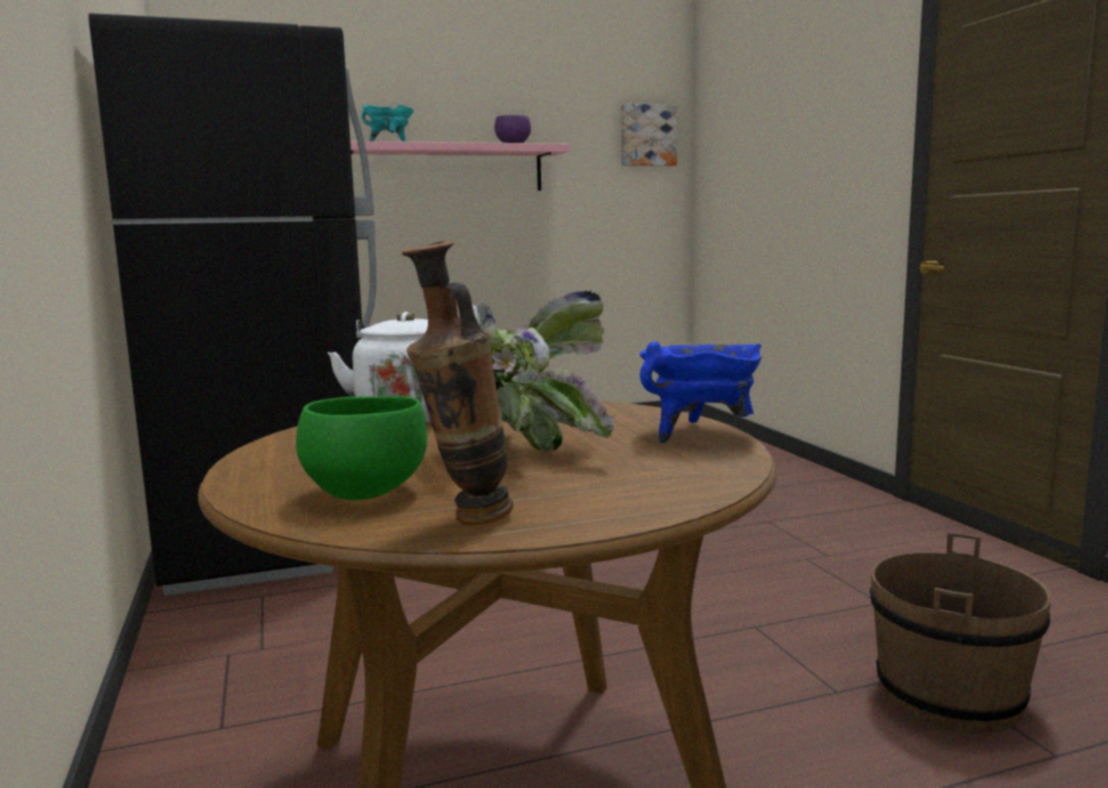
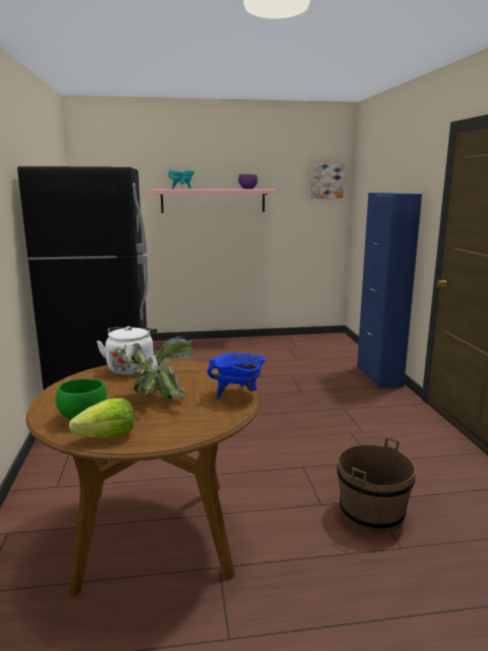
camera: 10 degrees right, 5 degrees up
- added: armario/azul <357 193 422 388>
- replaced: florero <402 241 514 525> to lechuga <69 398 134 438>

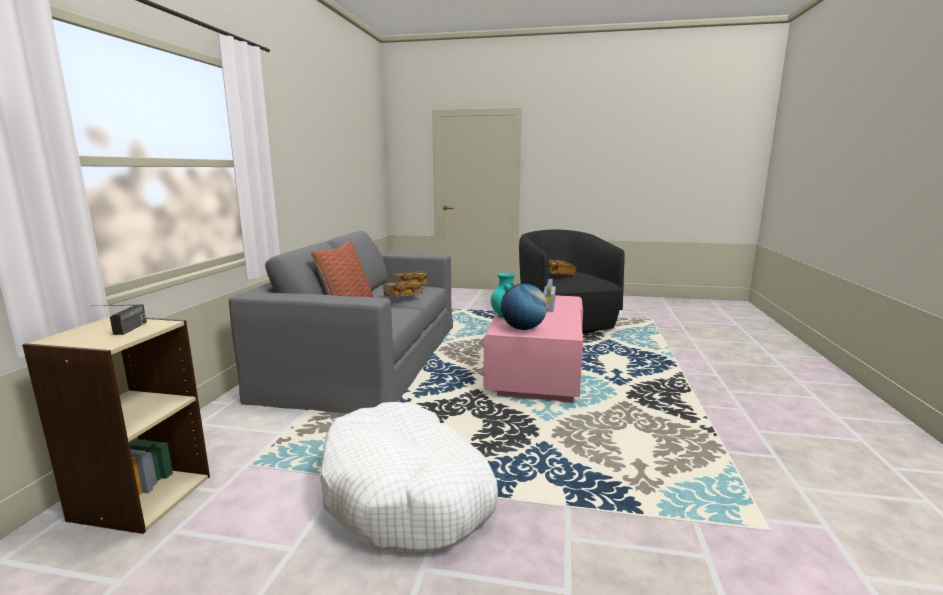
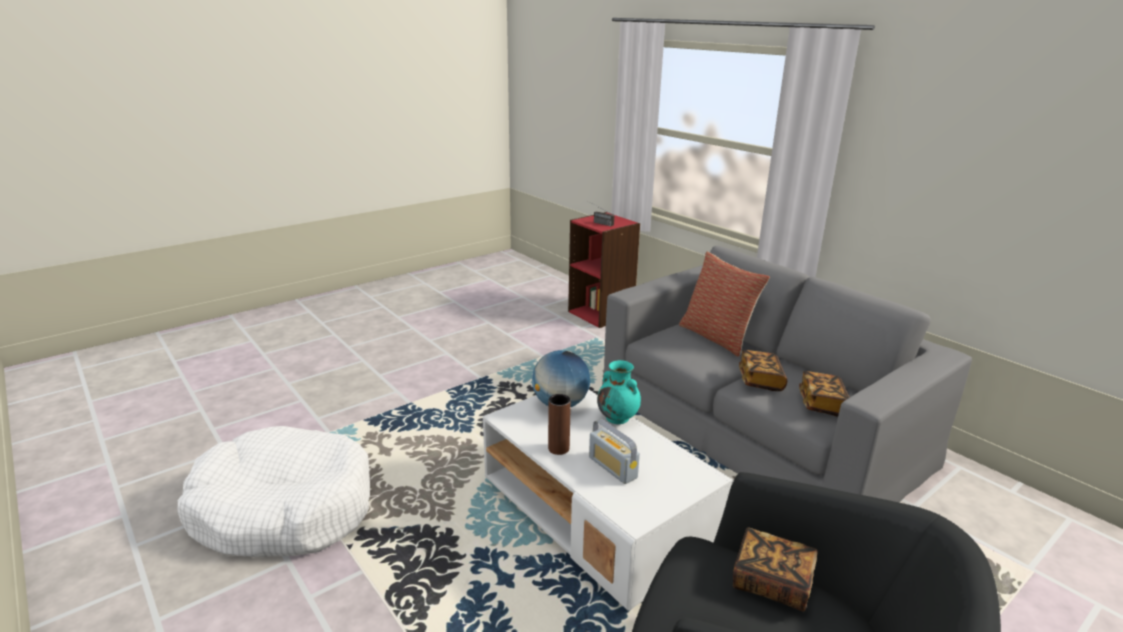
camera: 130 degrees right, 10 degrees up
- added: florero/marrón <548 394 571 455>
- moved: cama para perro/blanco <320 402 498 552> to <177 426 370 558>
- recoloured: estantería/beis <22 317 210 534> to estantería/rojo <568 212 640 328>
- recoloured: mesa de centro/rosa <483 295 583 402> to mesa de centro/blanco <483 390 734 611>

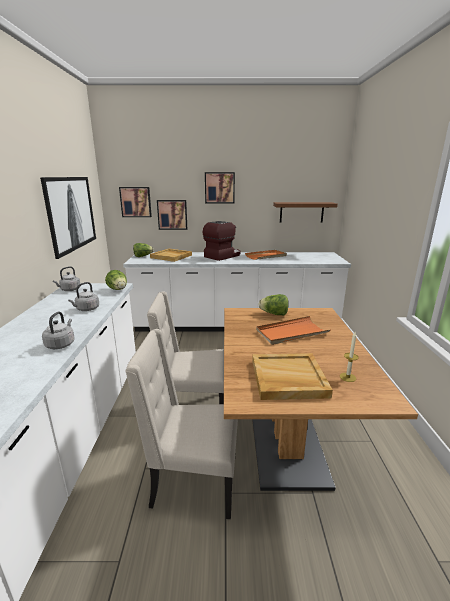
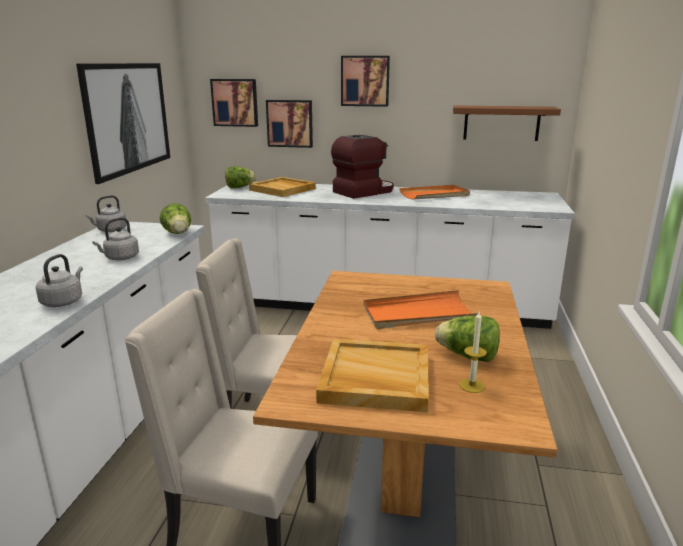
camera: 10 degrees right, 0 degrees up
- moved: lechuga <258 294 289 315> to <435 316 500 362>

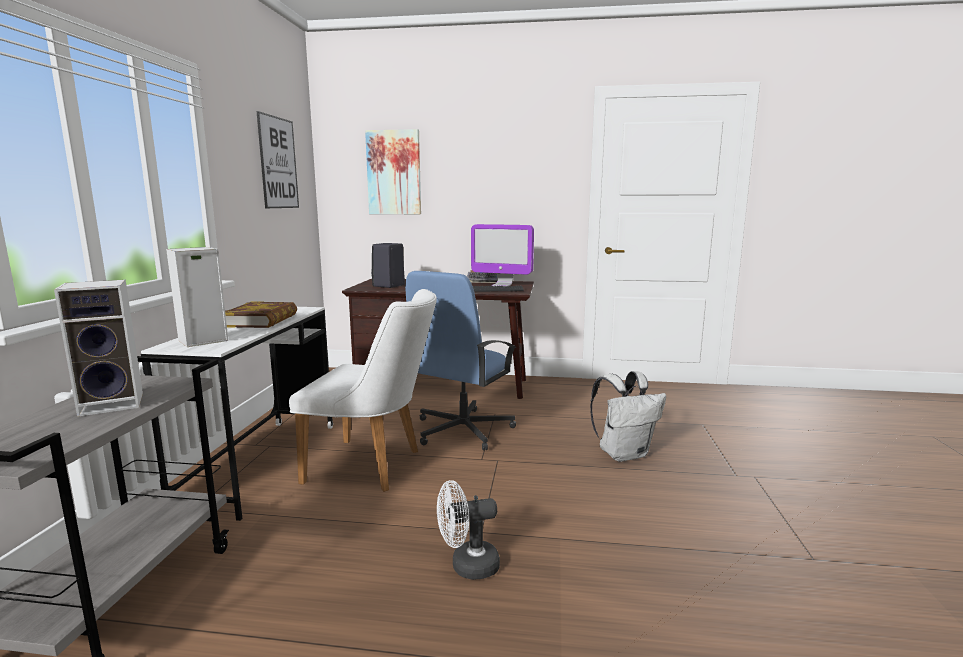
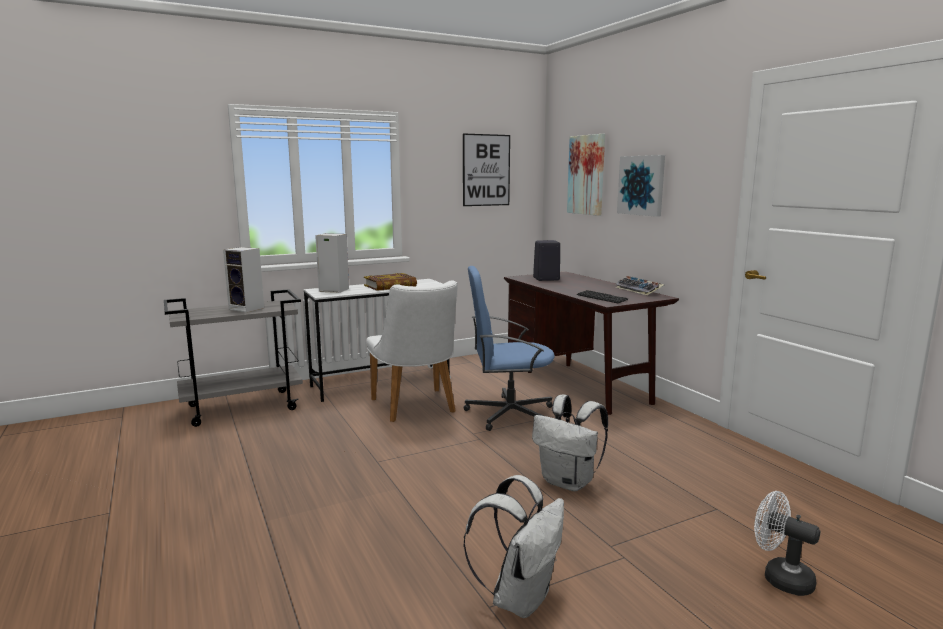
camera: 55 degrees right, 0 degrees up
- removed: monitor <471 224 534 286>
- added: mochila/blanco <463 475 564 618>
- added: cuadro <617 155 665 217>
- moved: ventilador/blanco <437 480 500 580> to <754 491 820 596>

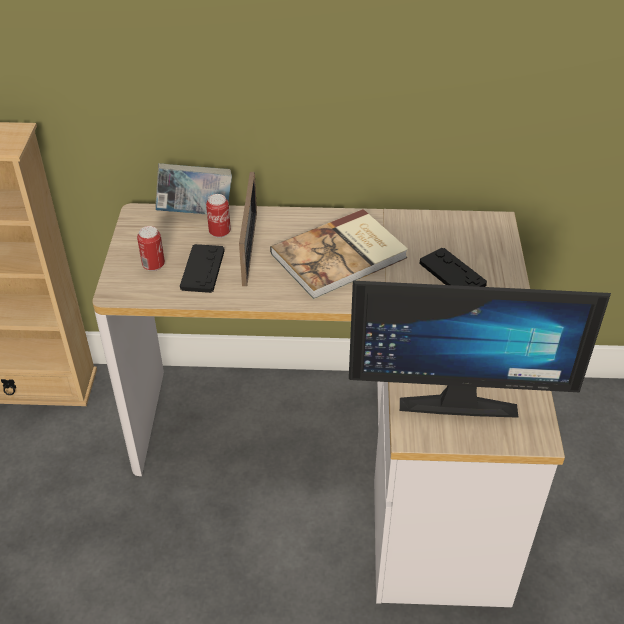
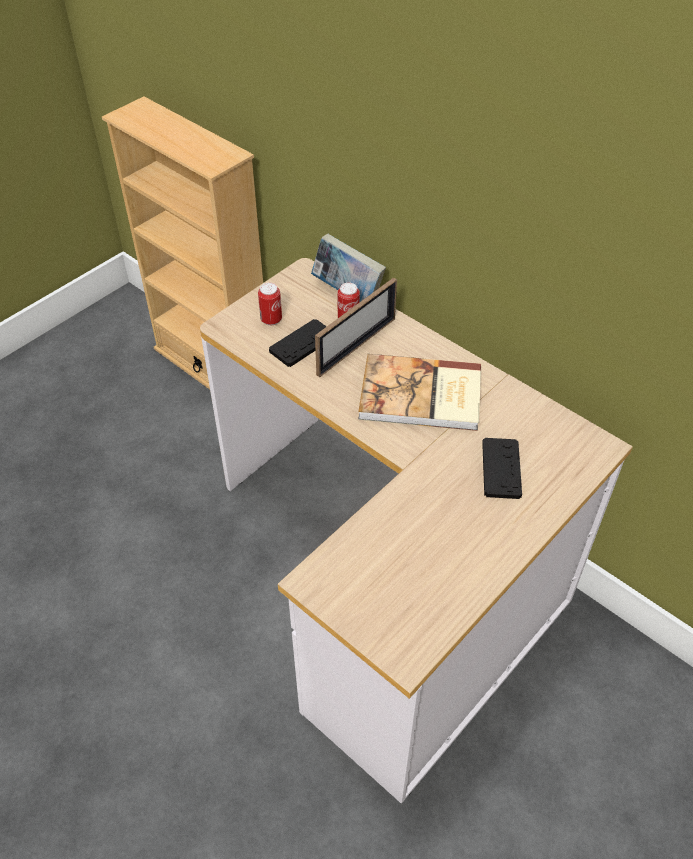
camera: 40 degrees right, 5 degrees up
- removed: monitor <349 281 611 418>

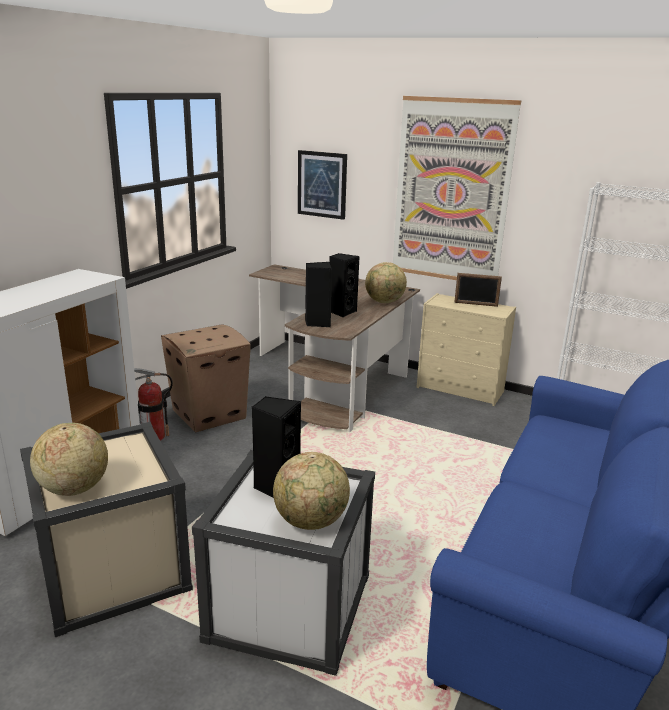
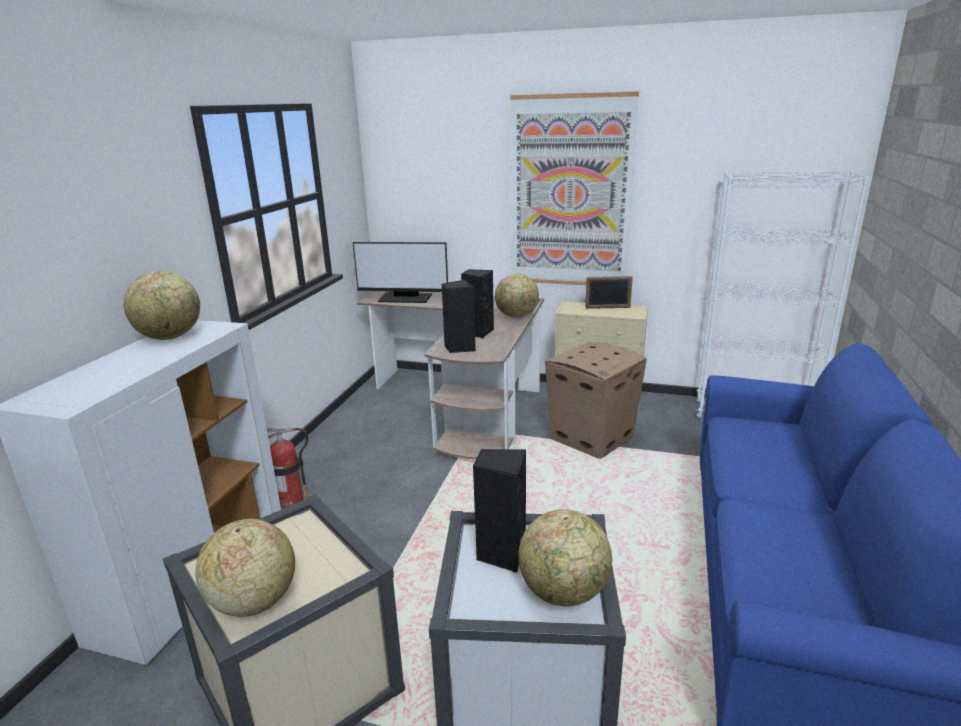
camera: 10 degrees left, 0 degrees up
- removed: cuadro <298 150 347 220>
- added: globo terráqueo <124 271 200 340>
- added: monitor <353 242 448 303>
- moved: caja de cartón <161 325 251 432> to <545 342 647 459>

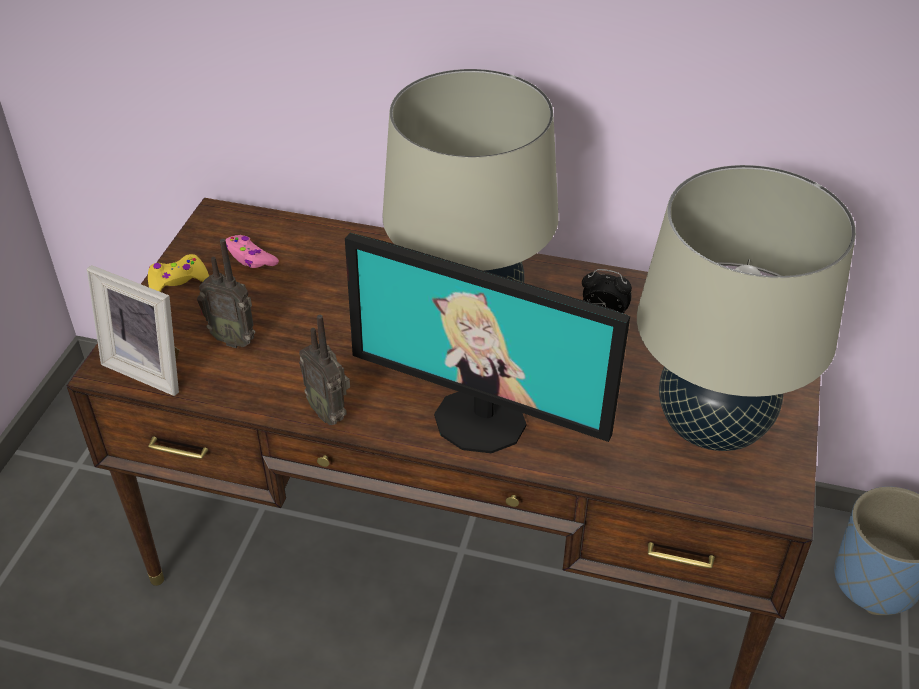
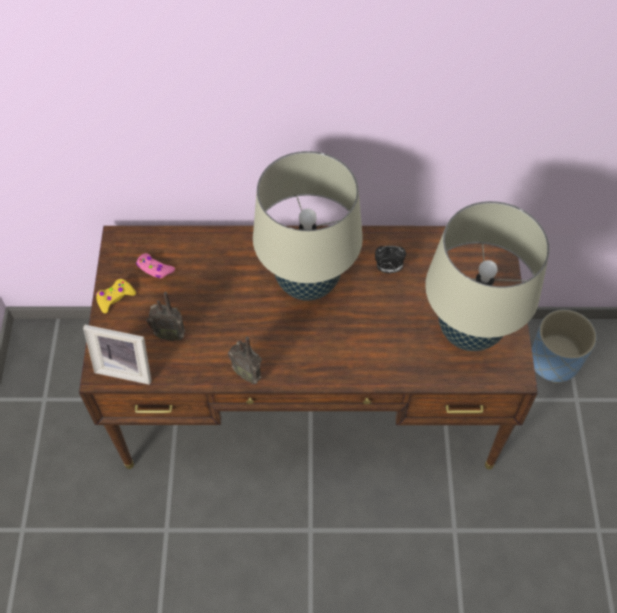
camera: 15 degrees left, 15 degrees up
- removed: monitor <345 233 630 453>

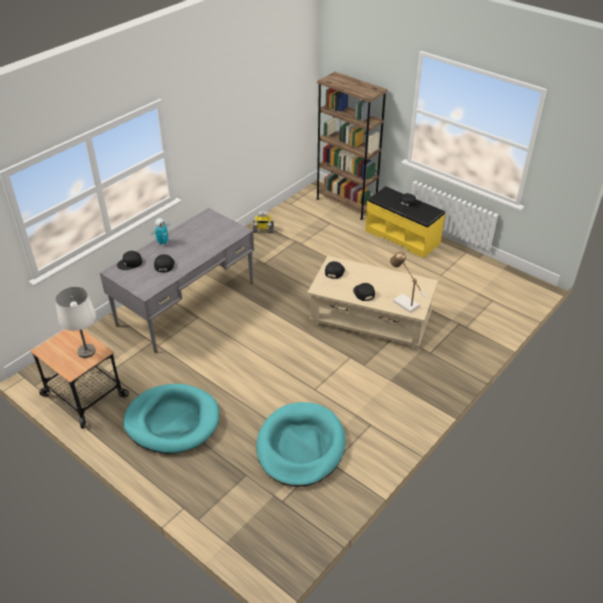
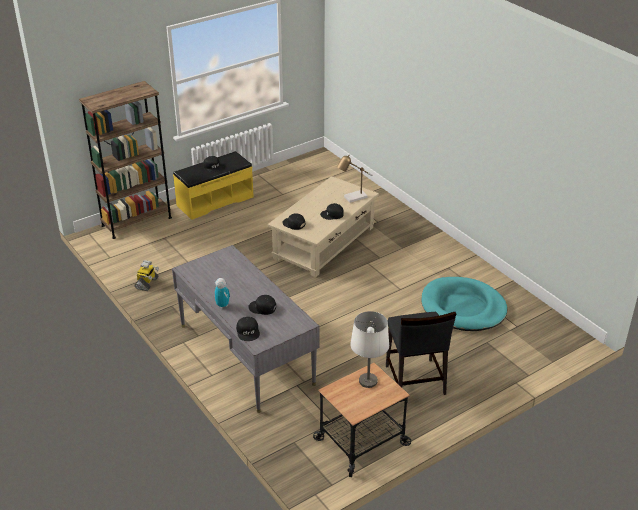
camera: 75 degrees left, 5 degrees down
- replaced: cama para perro/turquesa <123 384 219 454> to silla/negro <386 312 456 395>

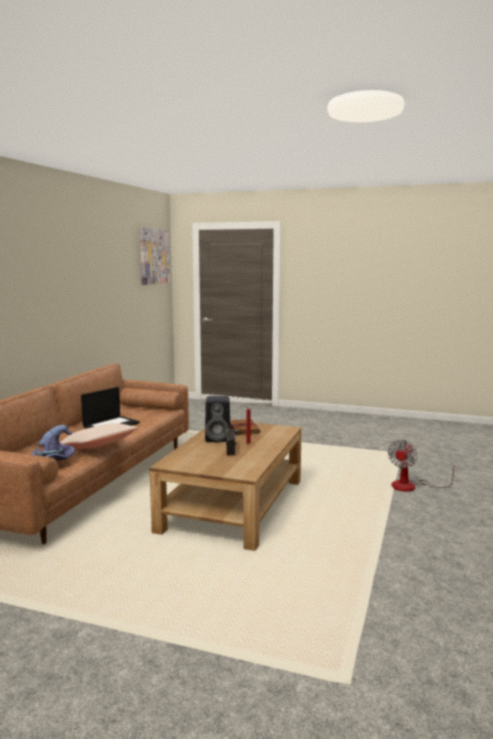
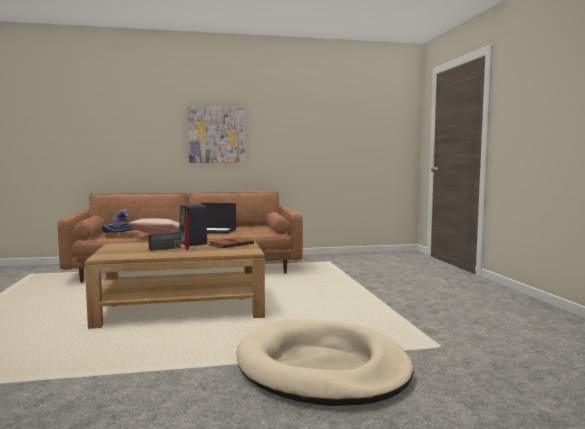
camera: 60 degrees right, 5 degrees down
- moved: cuadro <140 227 170 285> to <188 106 245 163>
- replaced: ventilador <388 440 458 492> to cama para perro/beis <236 319 414 406>

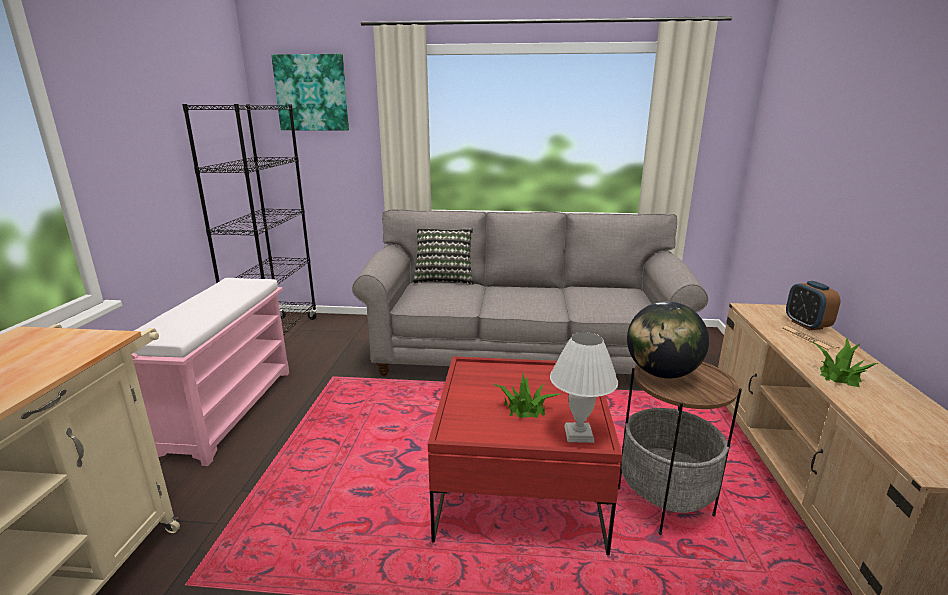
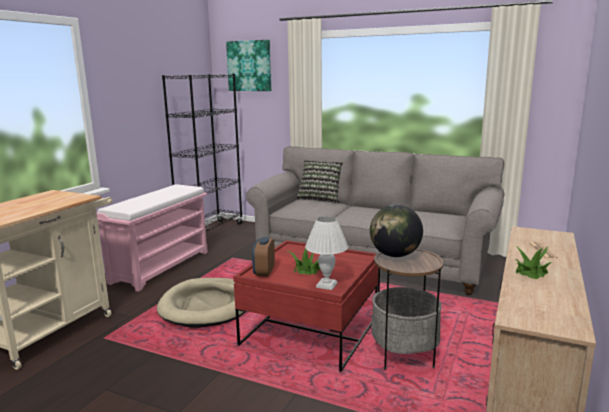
camera: 20 degrees right, 5 degrees down
- added: cama para perro/beis <157 278 245 328>
- moved: despertador <786 281 840 330> to <252 237 275 276>

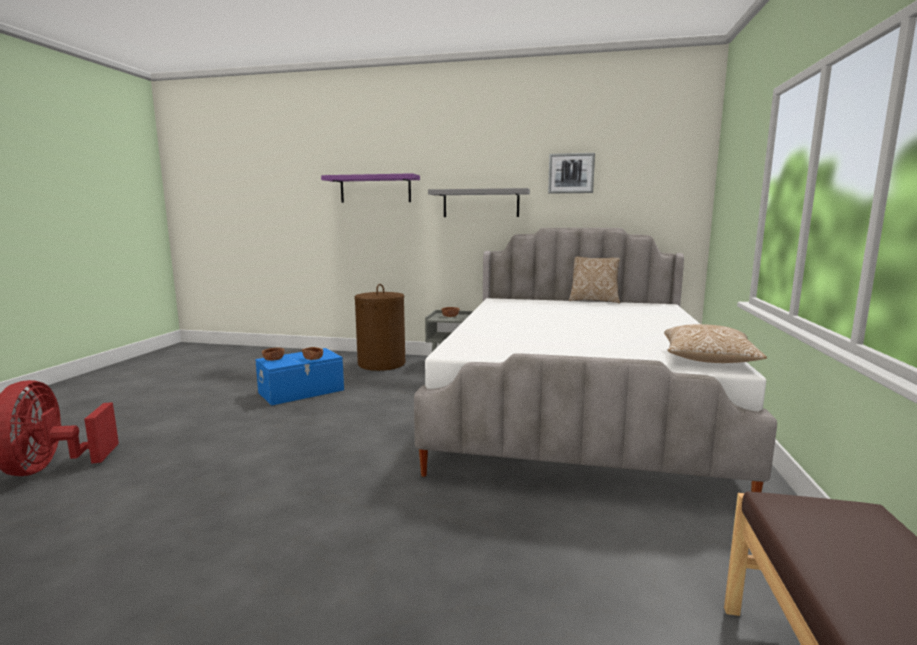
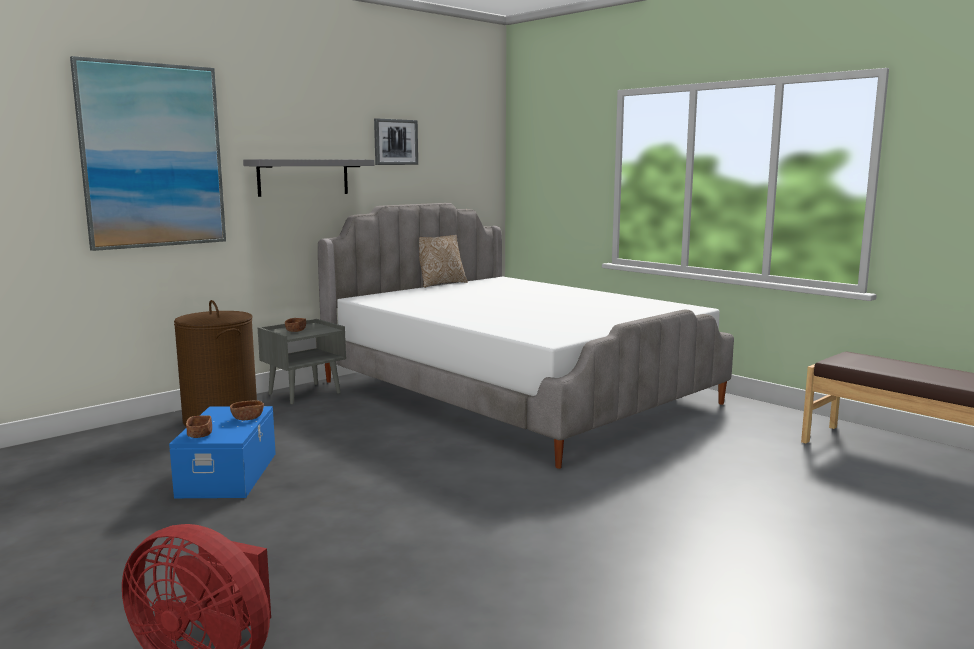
camera: 55 degrees left, 0 degrees up
- removed: cojín <664 324 767 363>
- replaced: estante/morado <321 173 420 203> to cuadro <70 56 226 251>

